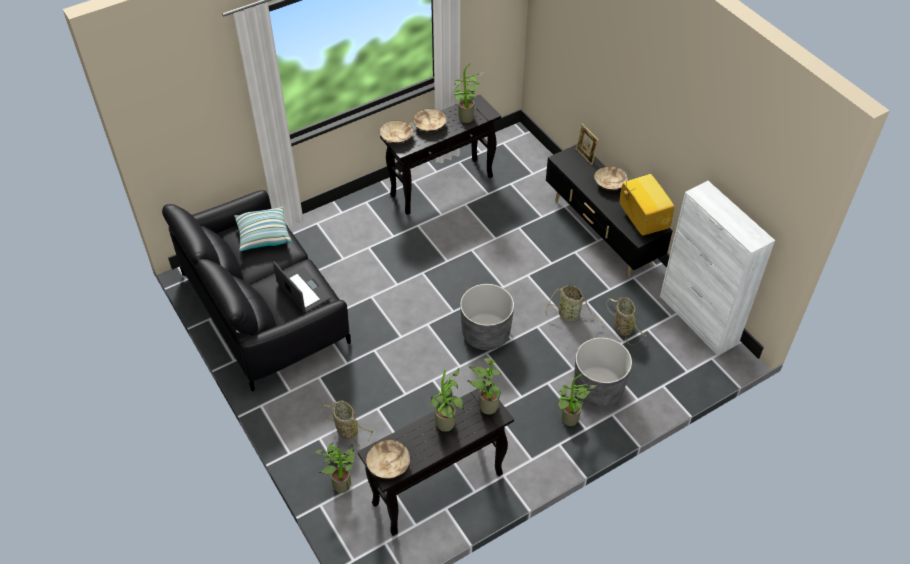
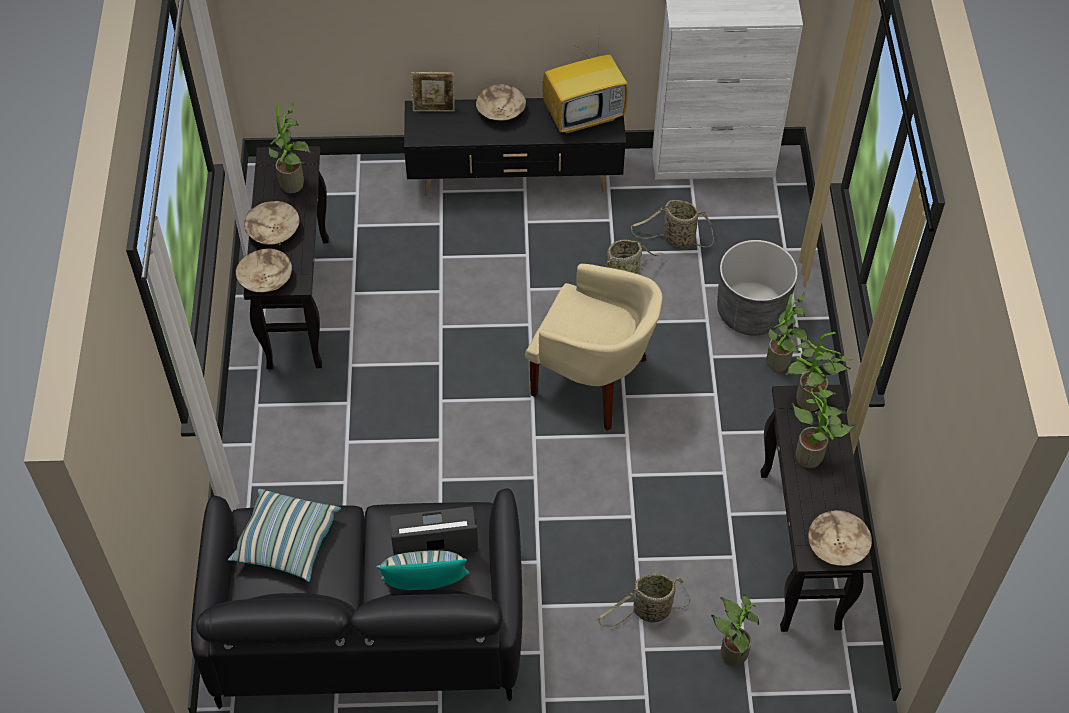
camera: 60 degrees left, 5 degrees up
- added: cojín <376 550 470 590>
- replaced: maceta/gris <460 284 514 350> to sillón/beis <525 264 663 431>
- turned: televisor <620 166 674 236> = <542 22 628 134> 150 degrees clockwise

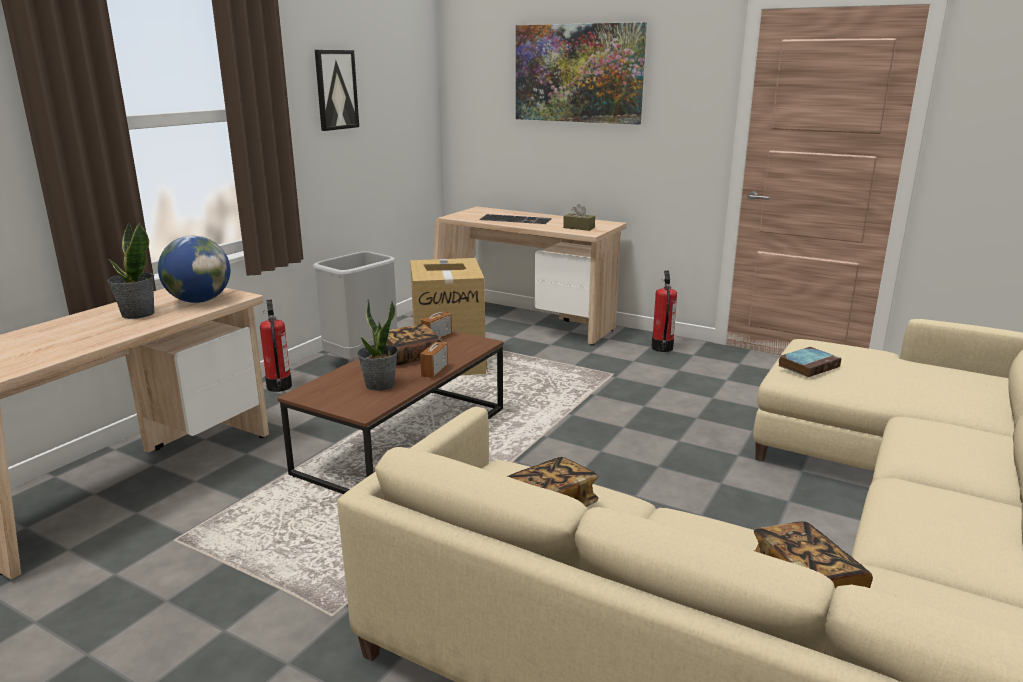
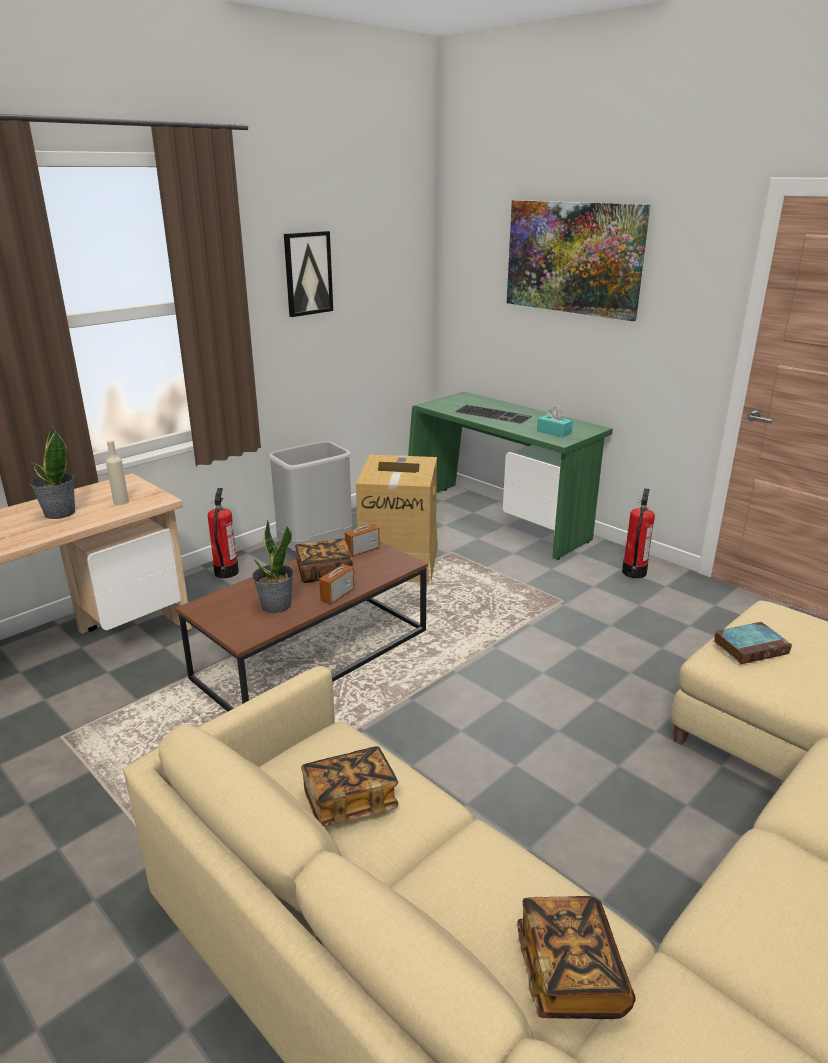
camera: 15 degrees right, 5 degrees up
- replaced: globo terráqueo <158 236 230 303> to botella/beis <106 440 129 505>
- recoloured: escritorio/beis <433 207 627 345> to escritorio/verde <408 392 613 560>
- recoloured: caja de pañuelos/marrón <563 204 595 231> to caja de pañuelos/turquesa <537 407 573 437>

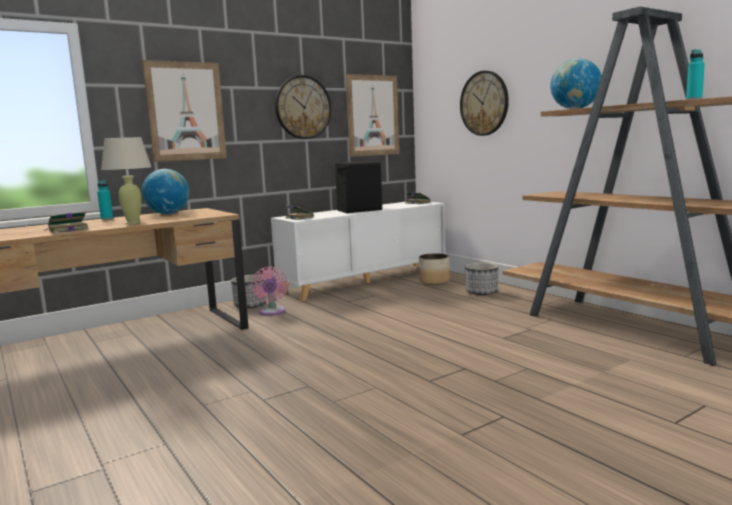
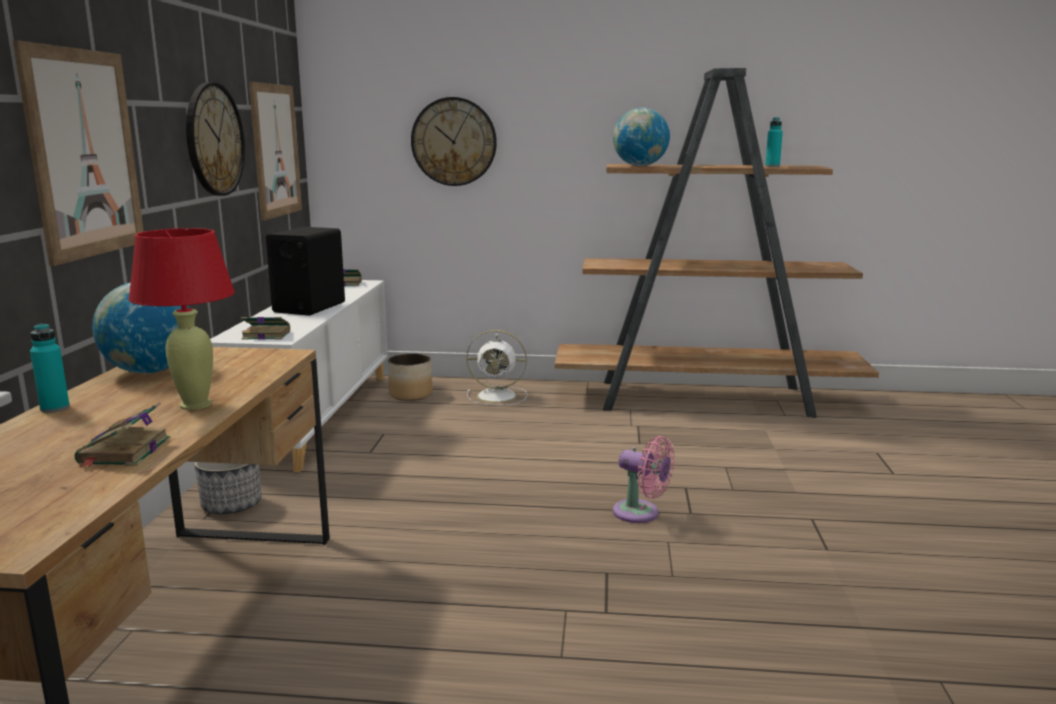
camera: 50 degrees left, 5 degrees up
- moved: ventilador/rosa <251 267 288 316> to <613 436 675 523>
- replaced: maceta <465 263 499 295> to ventilador/blanco <466 330 527 406>
- recoloured: lámpara de mesa/beis <101 137 151 224> to lámpara de mesa/rojo <129 228 235 410>

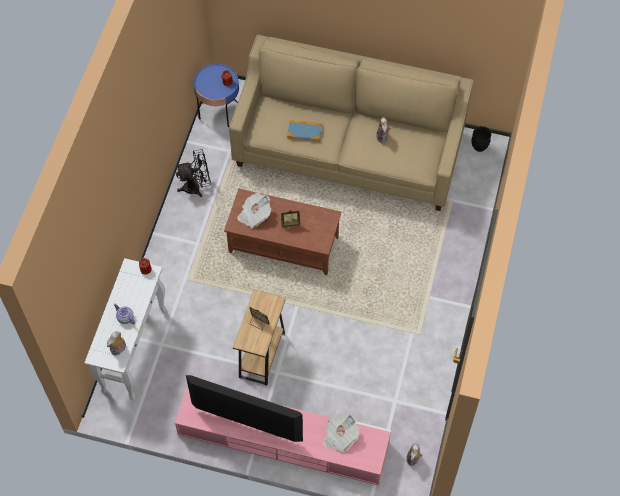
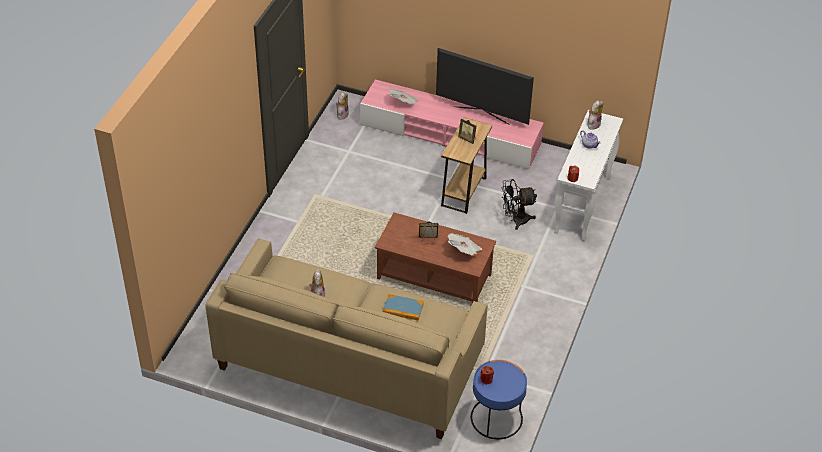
camera: 175 degrees left, 15 degrees down
- removed: maceta/negro <471 126 492 152>
- moved: ventilador/negro <175 149 211 197> to <502 179 537 230>

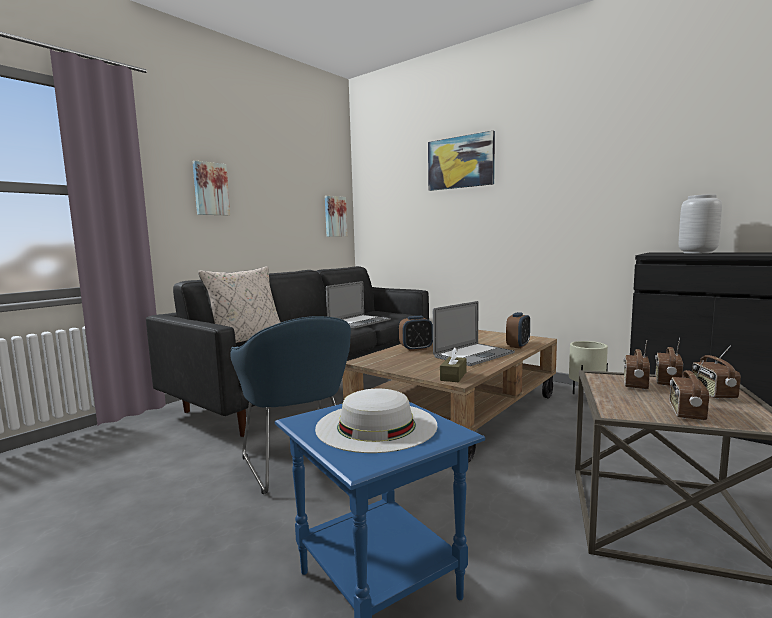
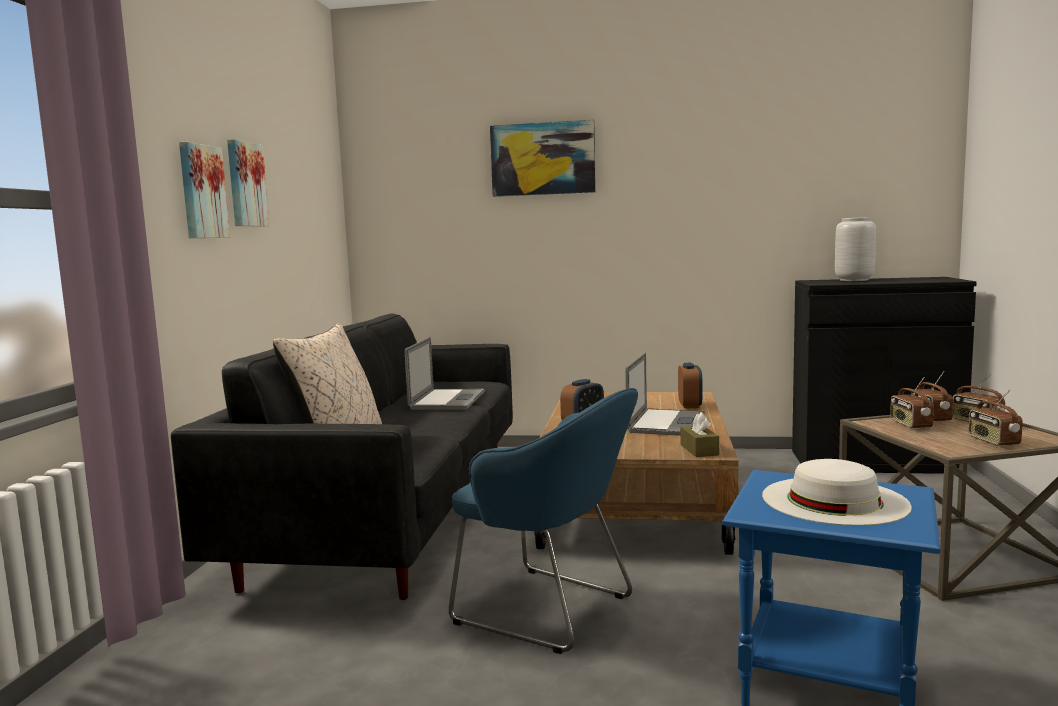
camera: 30 degrees left, 0 degrees up
- removed: maceta/beis <569 341 608 394>
- moved: cuadro <325 196 347 237> to <227 139 270 227>

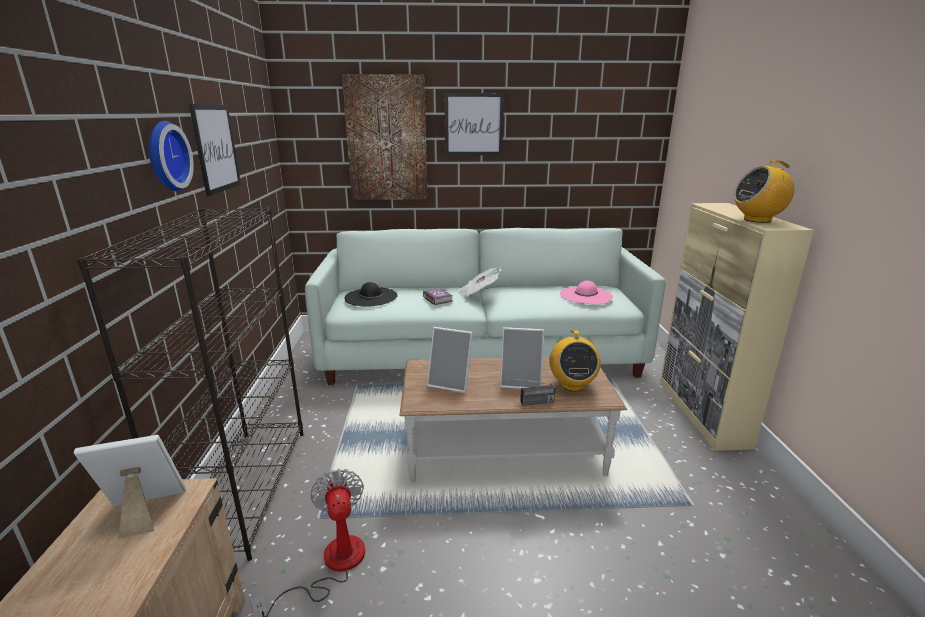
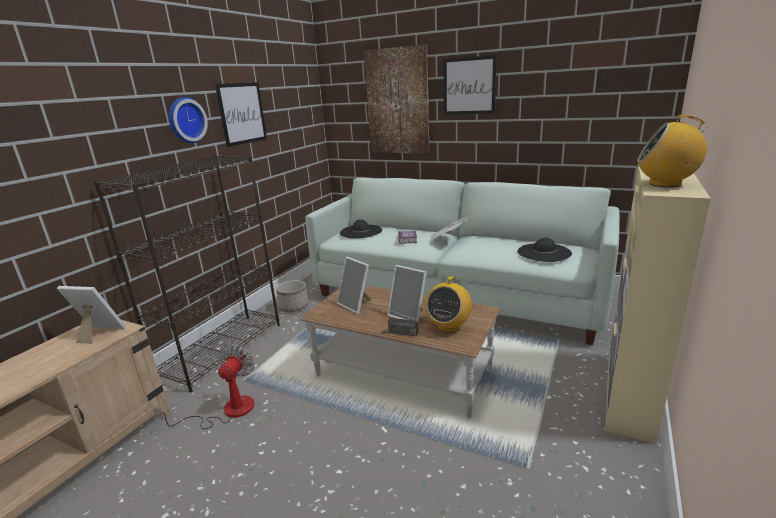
camera: 30 degrees right, 0 degrees up
- added: maceta <276 280 308 312>
- recoloured: sombrero/rosa <560 280 613 304> to sombrero/negro <517 238 572 262>

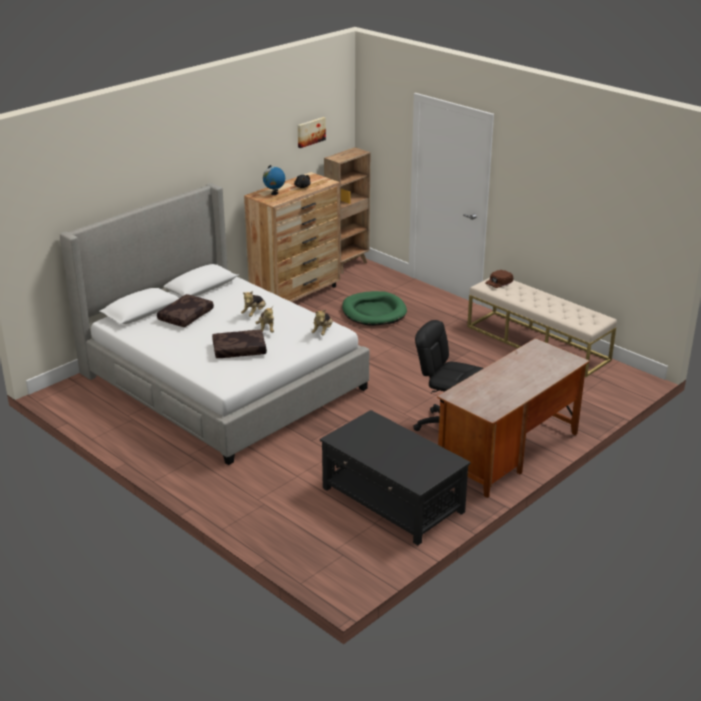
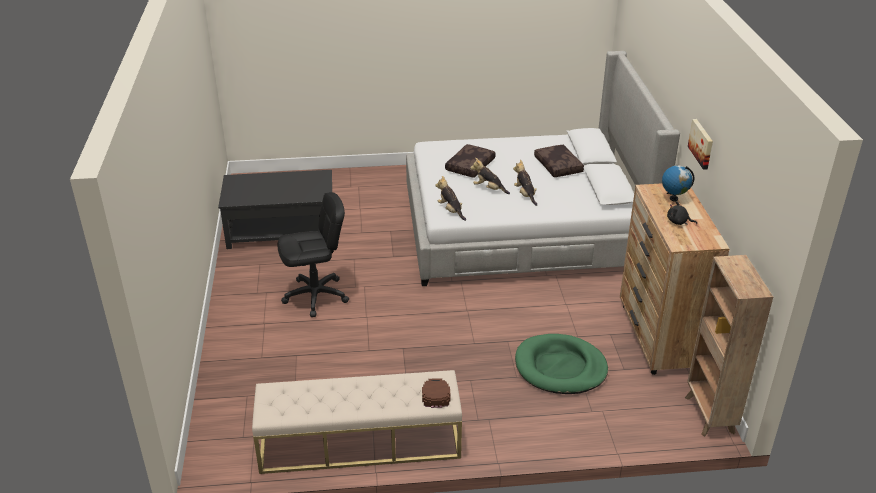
camera: 130 degrees right, 5 degrees up
- removed: escritorio <437 338 589 498>
- moved: cuadro <298 117 326 148> to <688 119 713 170>

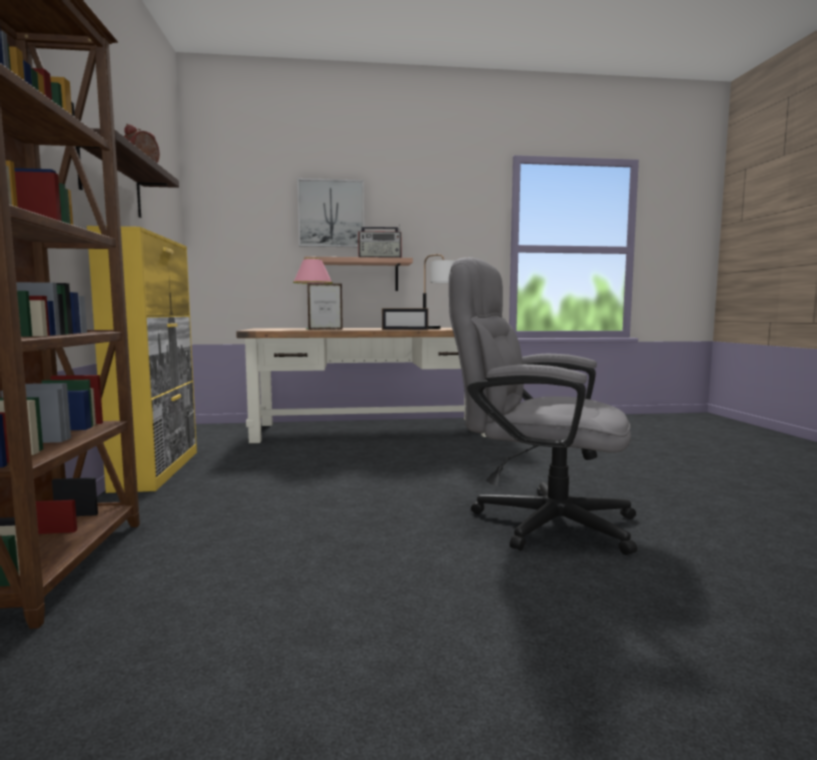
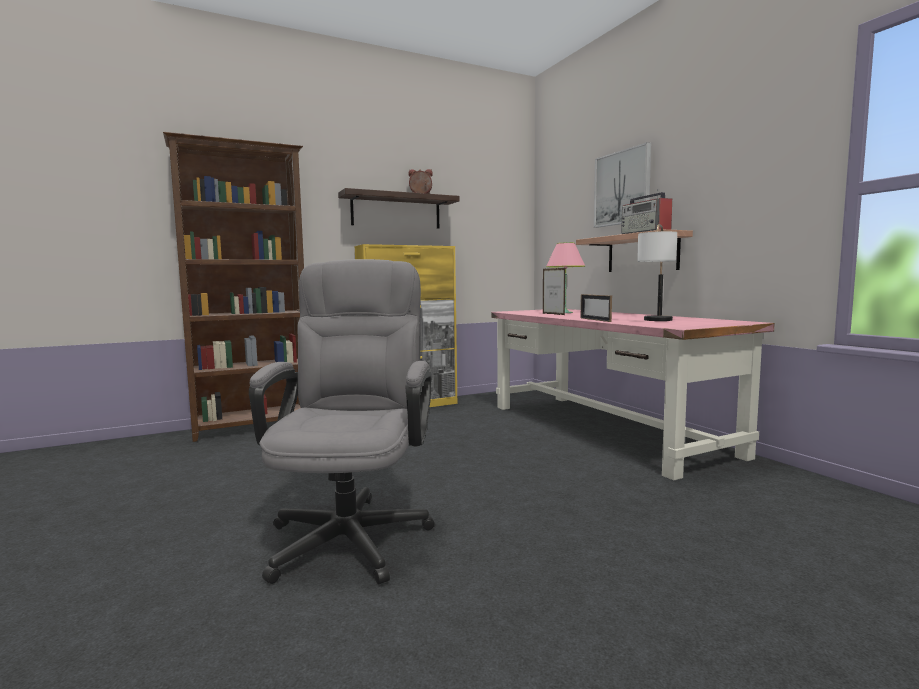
camera: 70 degrees right, 0 degrees up
- recoloured: escritorio/marrón <236 328 486 443> to escritorio/rosa <491 309 775 481>

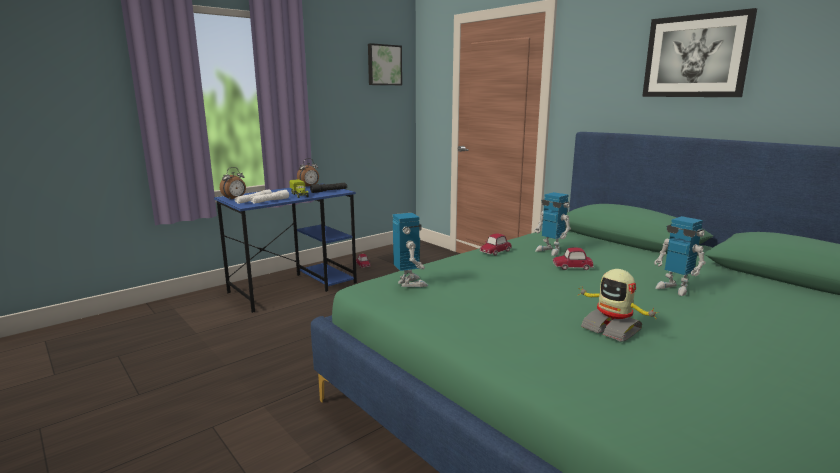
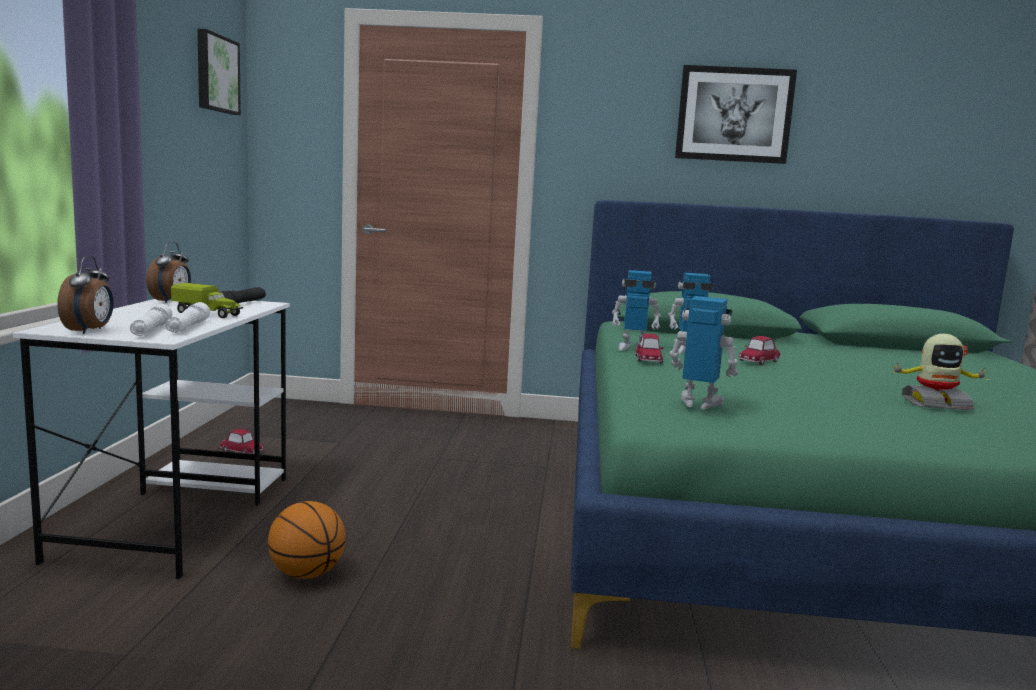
camera: 45 degrees left, 5 degrees down
- added: balón de baloncesto <268 501 346 579>
- moved: robot de juguete <654 216 706 296> to <612 270 661 351>
- recoloured: escritorio/azul <214 183 357 313> to escritorio/blanco <13 299 290 579>

